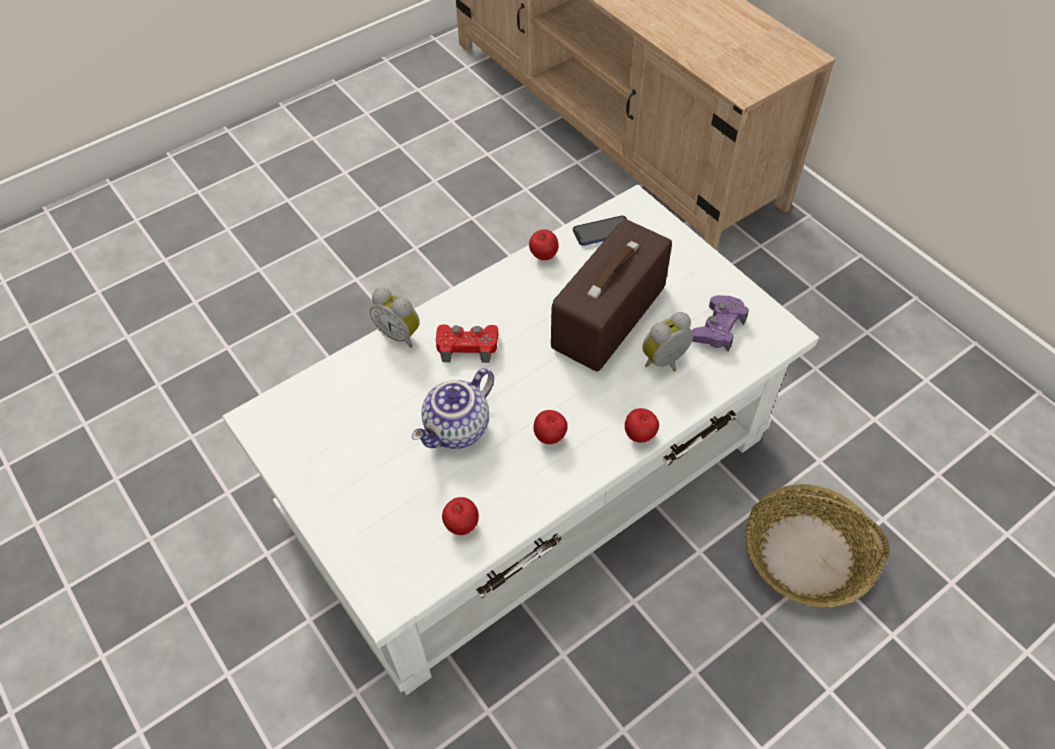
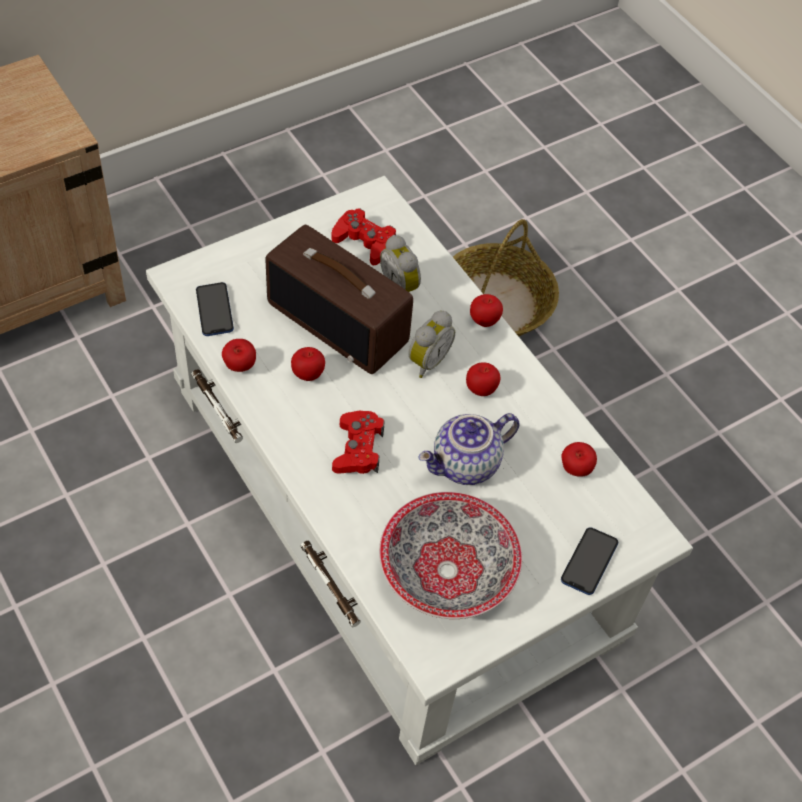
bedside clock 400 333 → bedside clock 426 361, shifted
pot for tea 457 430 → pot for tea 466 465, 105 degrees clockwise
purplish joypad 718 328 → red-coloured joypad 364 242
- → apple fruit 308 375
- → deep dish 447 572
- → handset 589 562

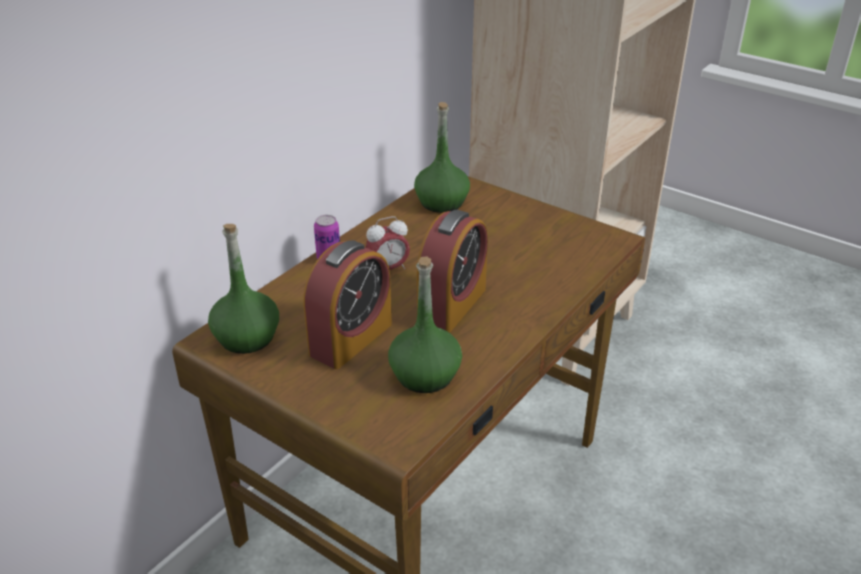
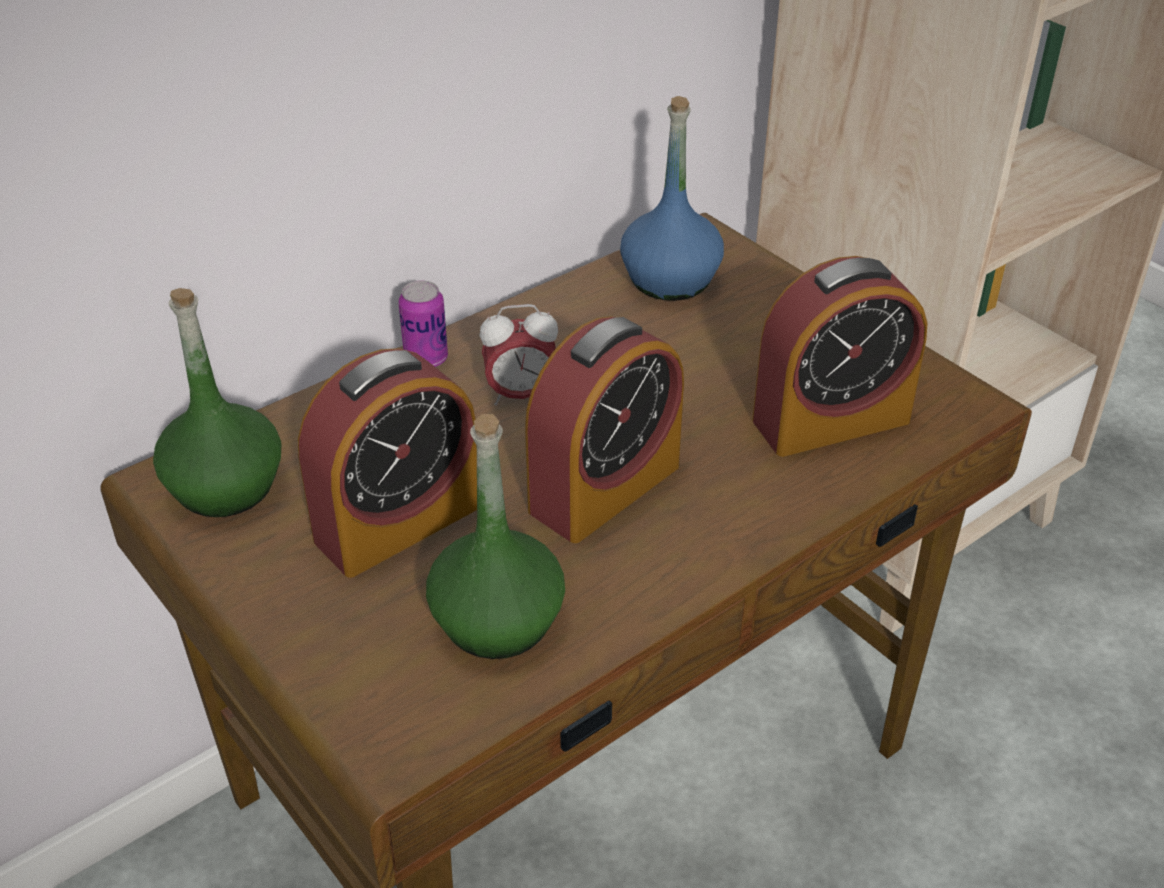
greenish bottle 442 202 → bluish bottle 671 280
- → bedside clock 831 420

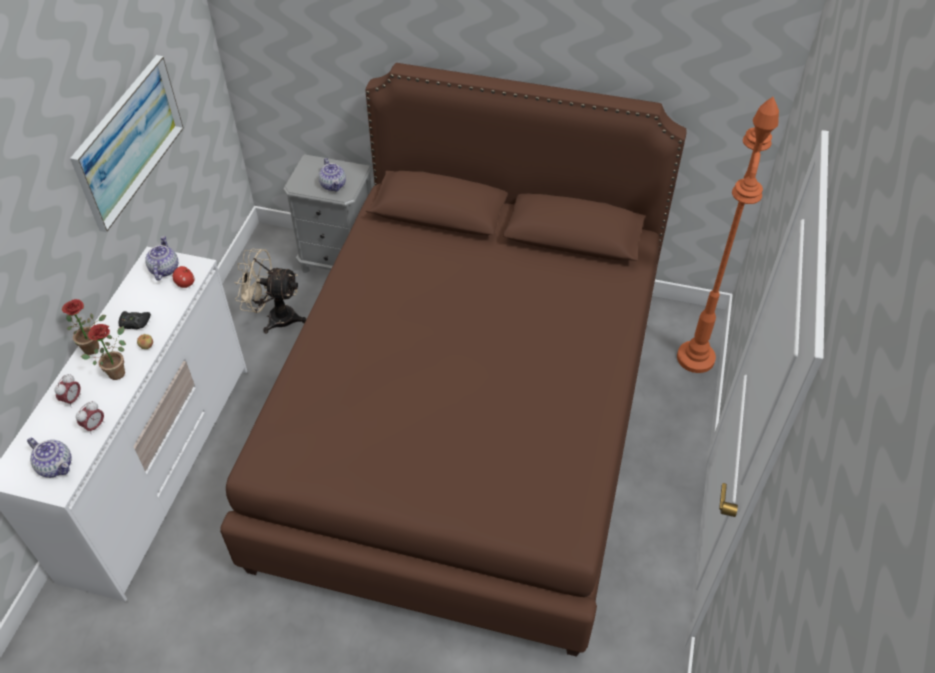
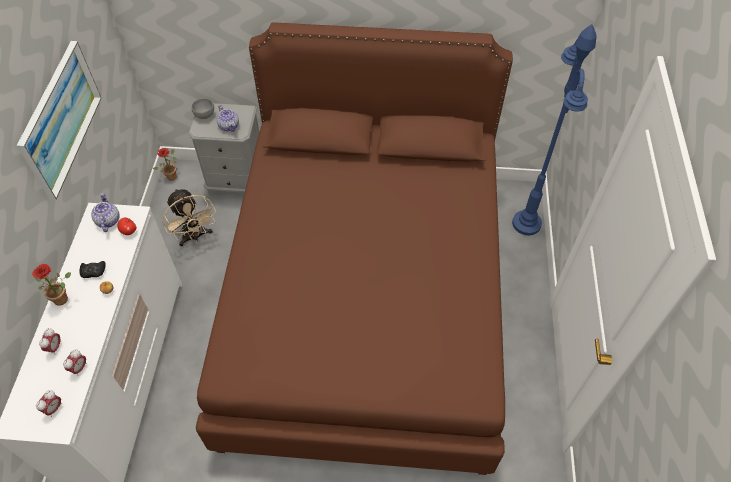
pot for tea 56 466 → bedside clock 54 408
potted plant 118 370 → potted plant 172 175, shifted
sand-coloured electric fan 274 317 → sand-coloured electric fan 195 236, 120 degrees counterclockwise
orange-coloured standard lamp 695 357 → bluish standard lamp 526 223
- → greyish deep dish 205 115

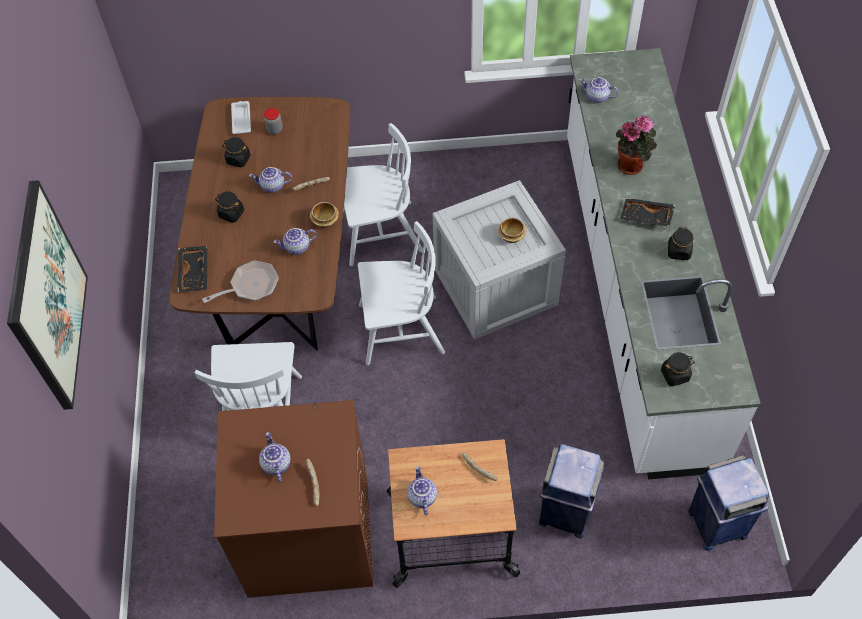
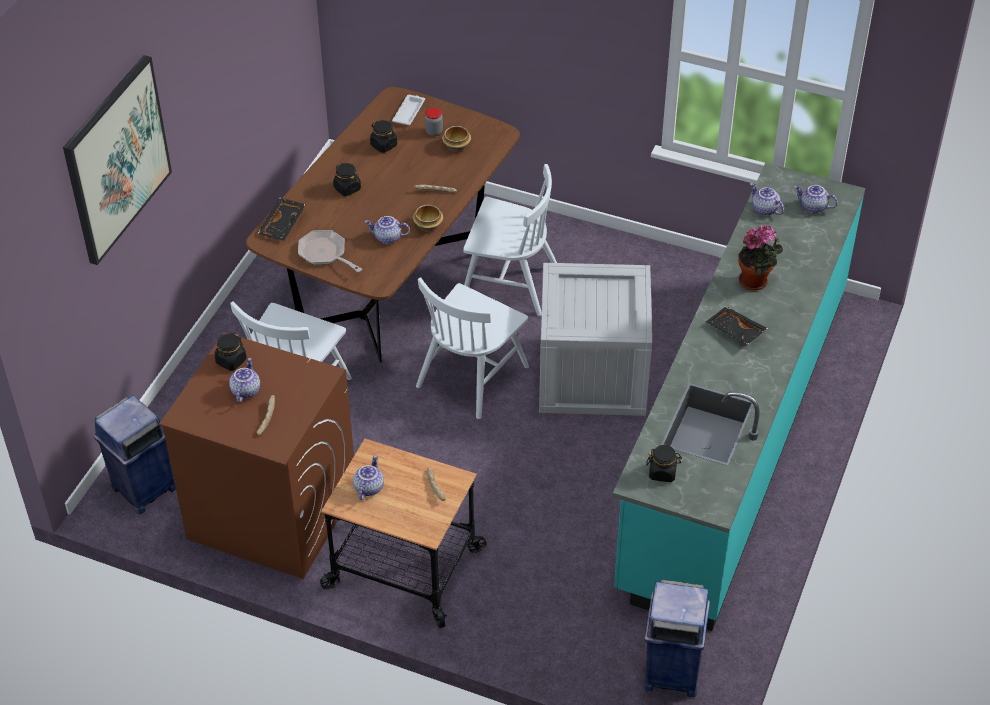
skillet 251 286 → skillet 325 254, 135 degrees counterclockwise
pot for tea 272 186 → pot for tea 813 207, shifted
whitish plain chair 400 329 → whitish plain chair 472 376, 105 degrees clockwise
deep dish 512 236 → deep dish 457 146, shifted
bluish trash can 565 512 → bluish trash can 143 489, shifted
whitish counter 634 293 → turquoise-coloured counter 733 436
black-coloured jar 679 252 → black-coloured jar 231 361, shifted

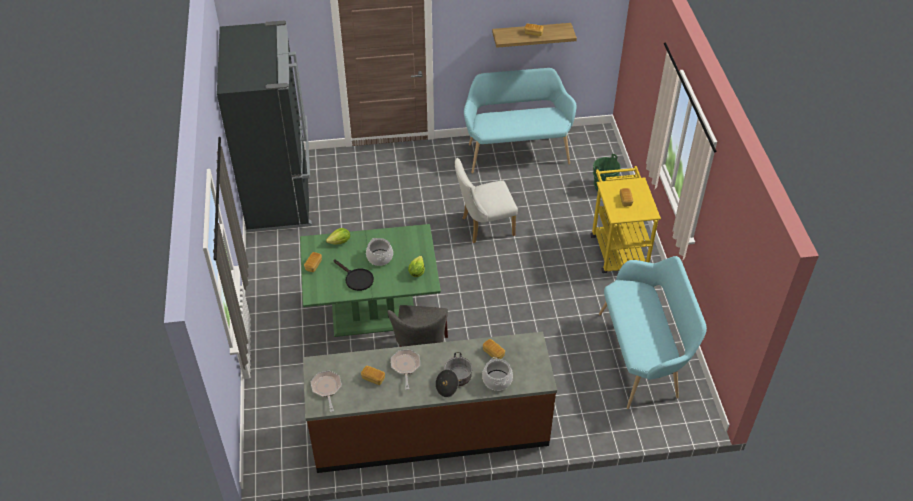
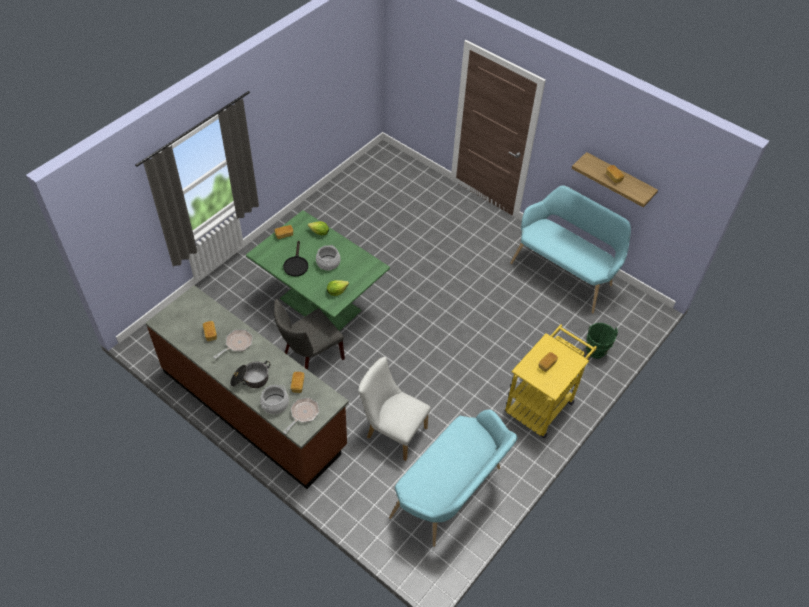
black-coloured refrigerator 280 195 → -
skillet 327 388 → skillet 303 414, shifted
whitish plain chair 483 227 → whitish plain chair 392 431, shifted

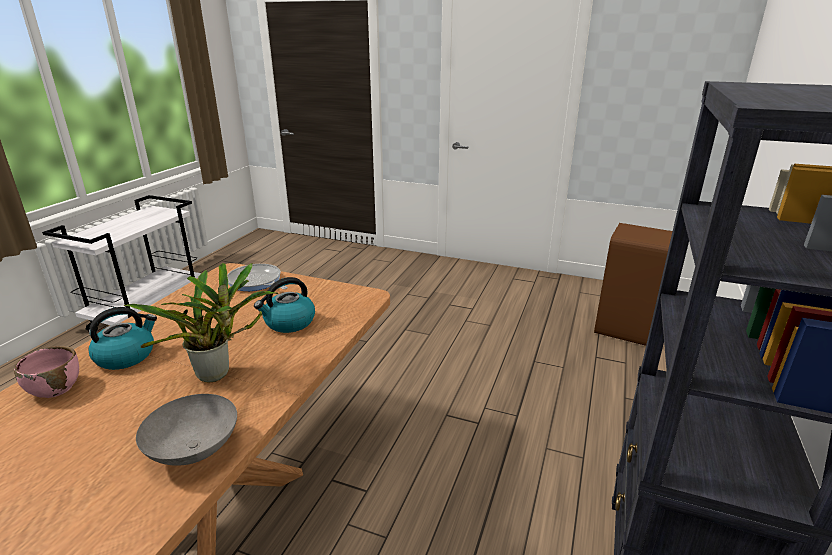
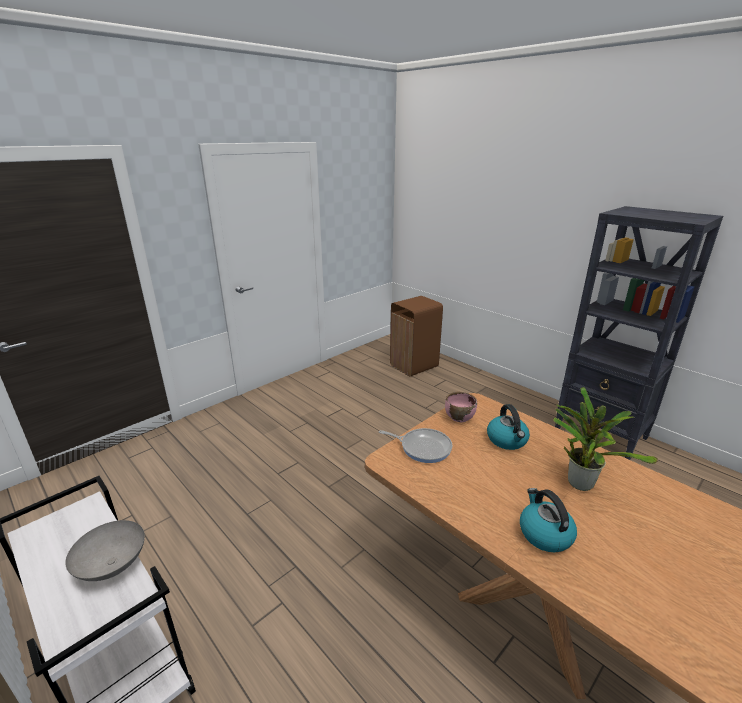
pink deep dish 55 388 → pink deep dish 459 417, shifted
greyish deep dish 194 449 → greyish deep dish 111 565, shifted
skillet 256 282 → skillet 423 447, 135 degrees counterclockwise

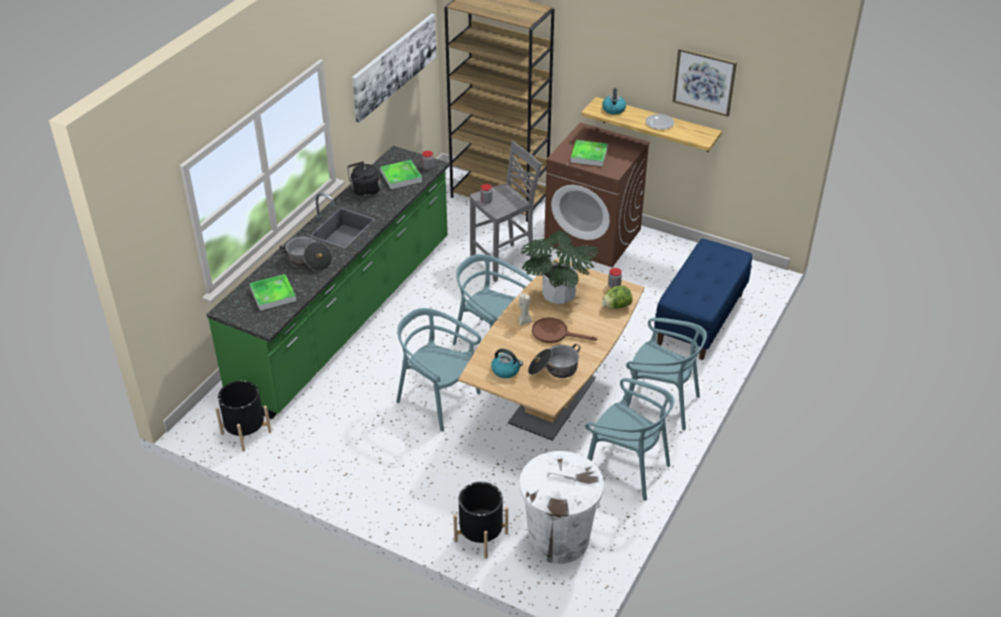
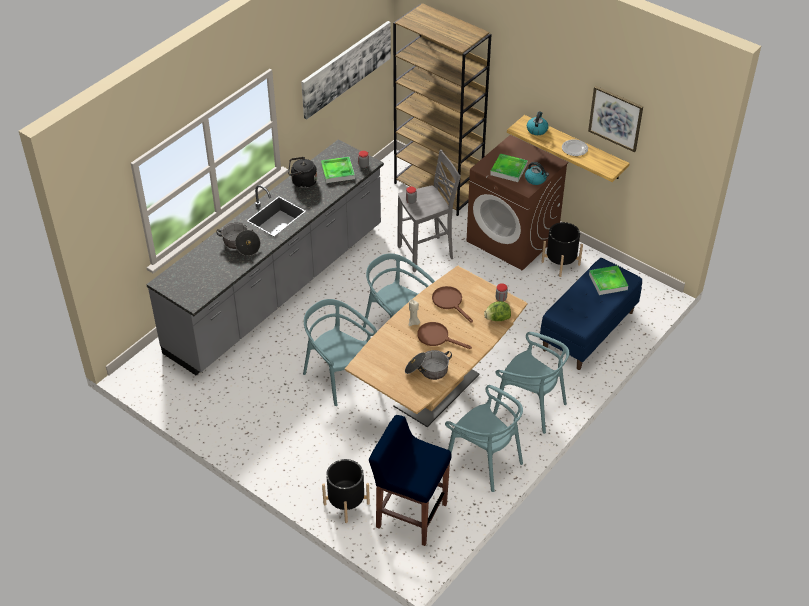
greenish counter 346 317 → greyish counter 277 289
black-coloured flower pot 246 433 → black-coloured flower pot 560 263, shifted
tray 273 294 → tray 608 282, shifted
water kettle 506 370 → water kettle 536 179, shifted
whitish trash can 558 539 → bluish sitting stool 410 515
potted plant 559 296 → brown skillet 450 302

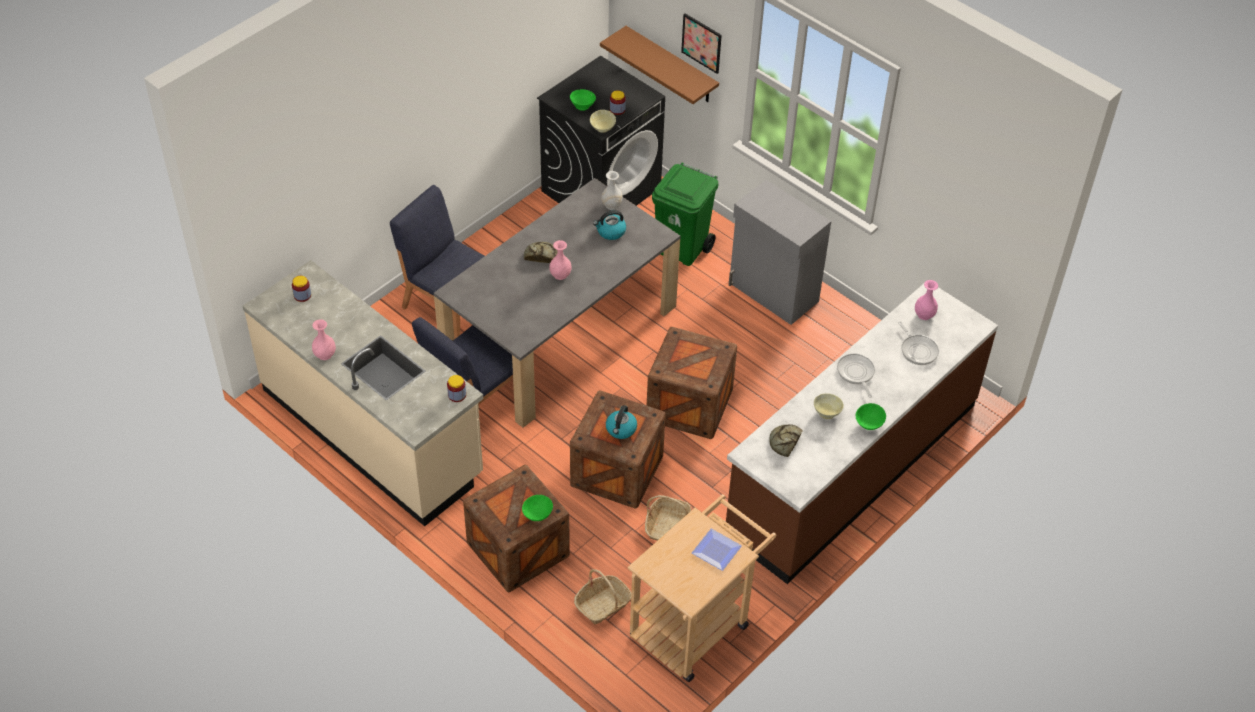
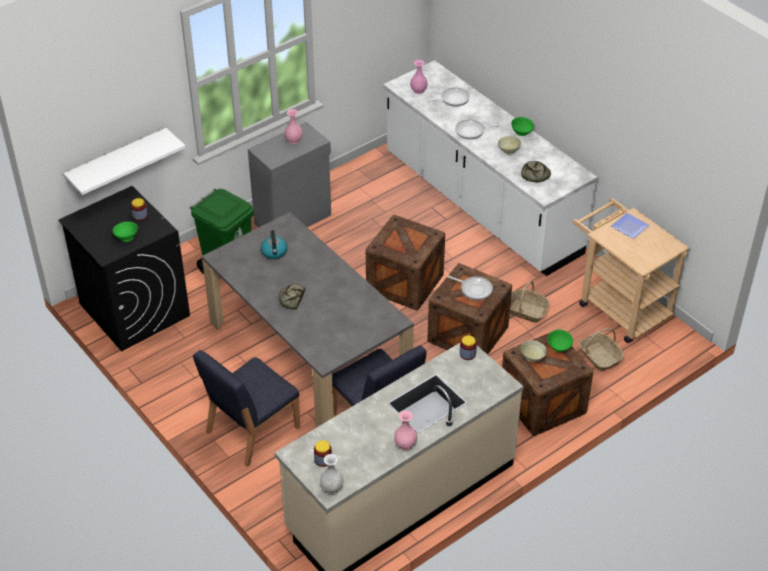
pink flower vase 560 275 → pink flower vase 294 140, shifted
sand-coloured deep dish 602 128 → sand-coloured deep dish 532 358, shifted
brown shelf 671 66 → whitish shelf 117 161
whitish flower vase 611 205 → whitish flower vase 332 488, shifted
water kettle 621 429 → skillet 474 289
picture 701 43 → -
brown counter 851 467 → whitish counter 481 205

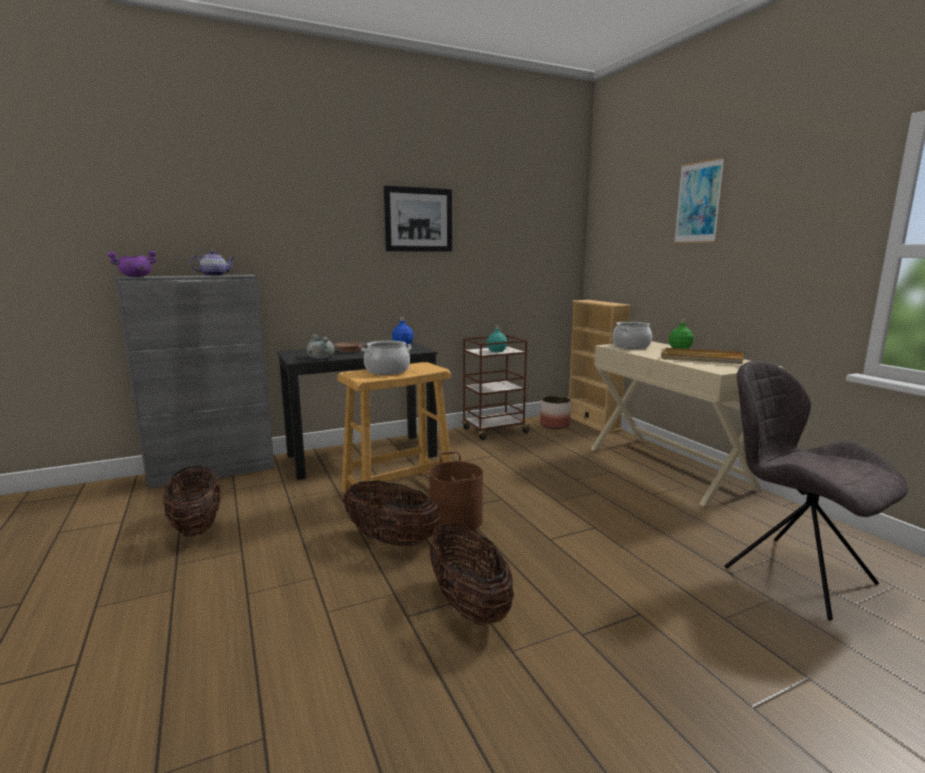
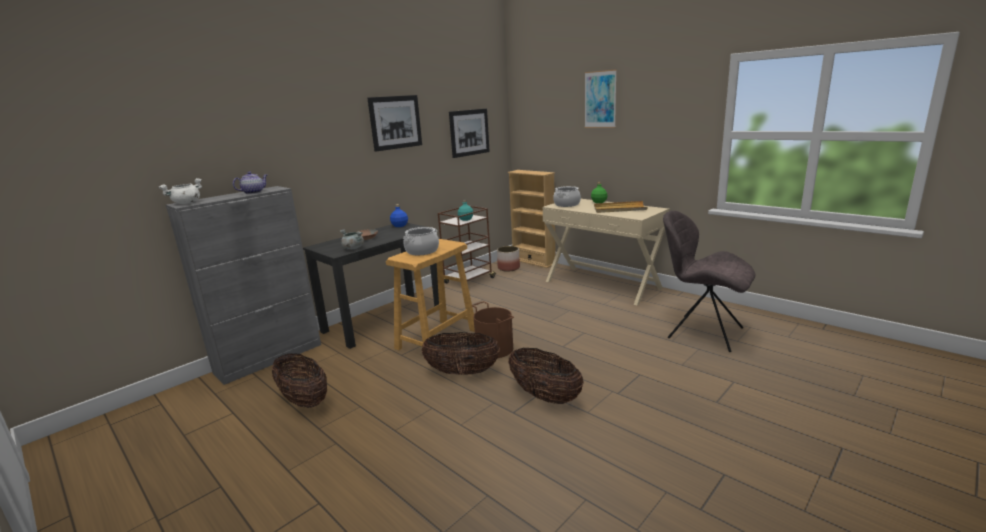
purplish cooking pot 135 276 → whitish cooking pot 186 203
- → picture 469 132

